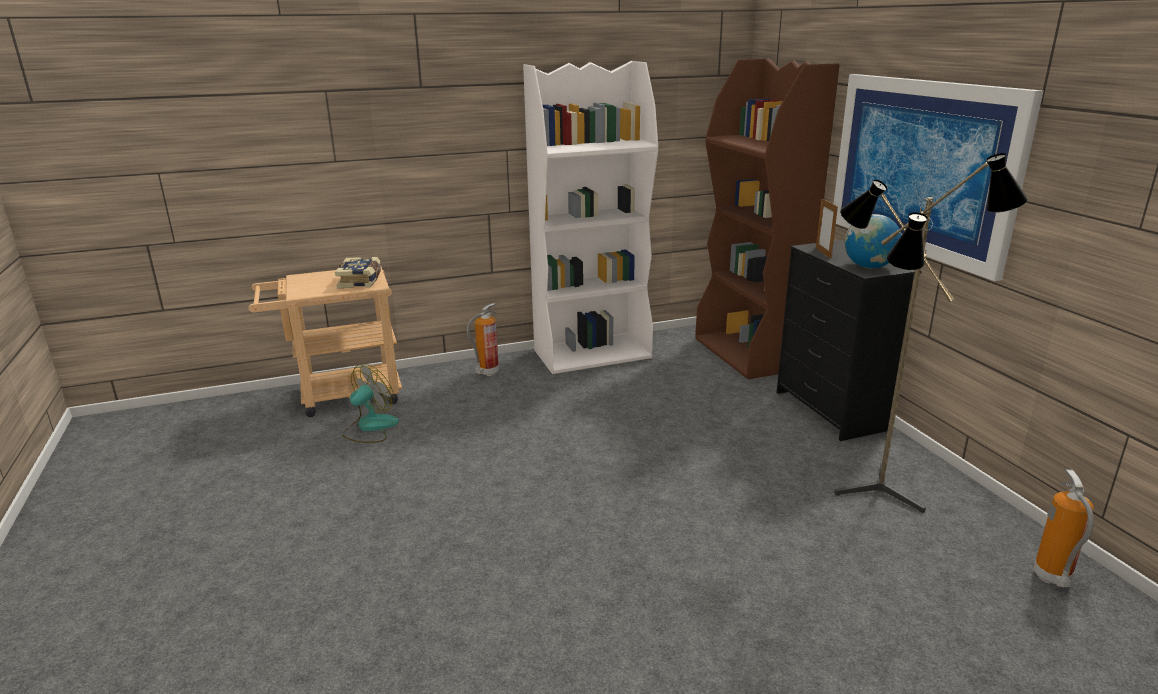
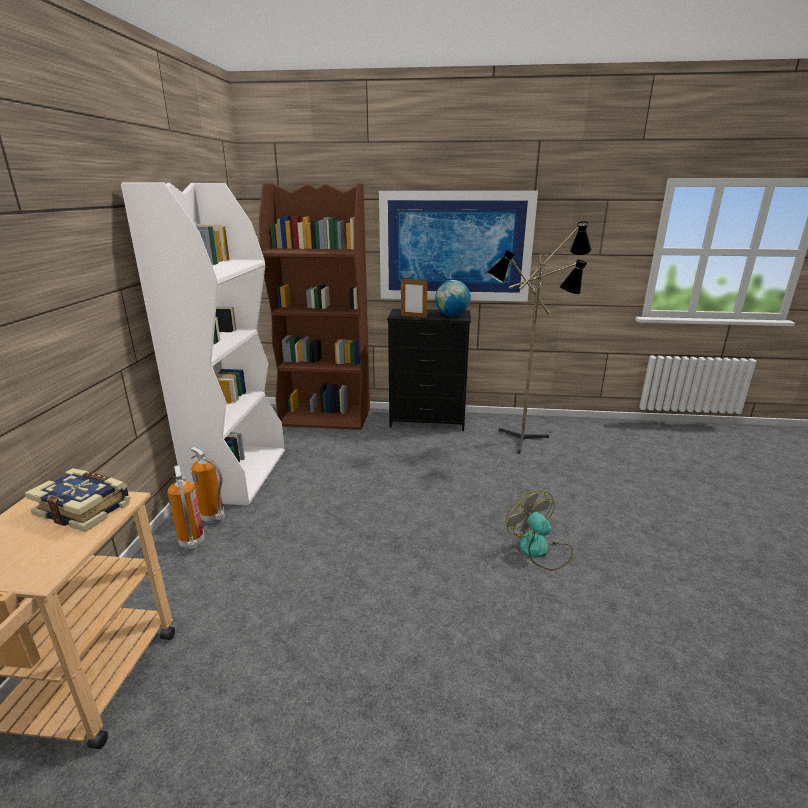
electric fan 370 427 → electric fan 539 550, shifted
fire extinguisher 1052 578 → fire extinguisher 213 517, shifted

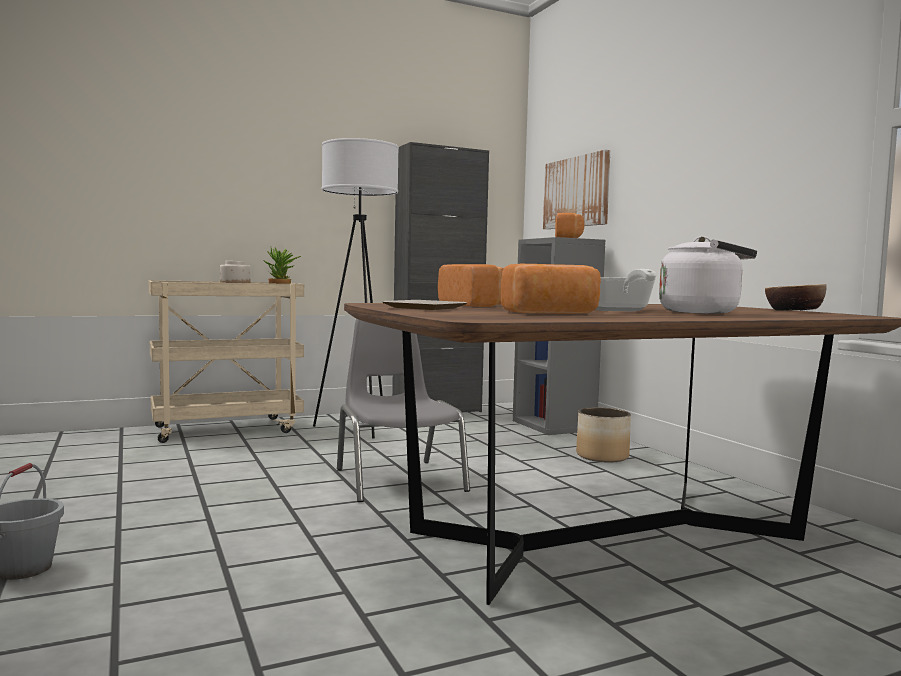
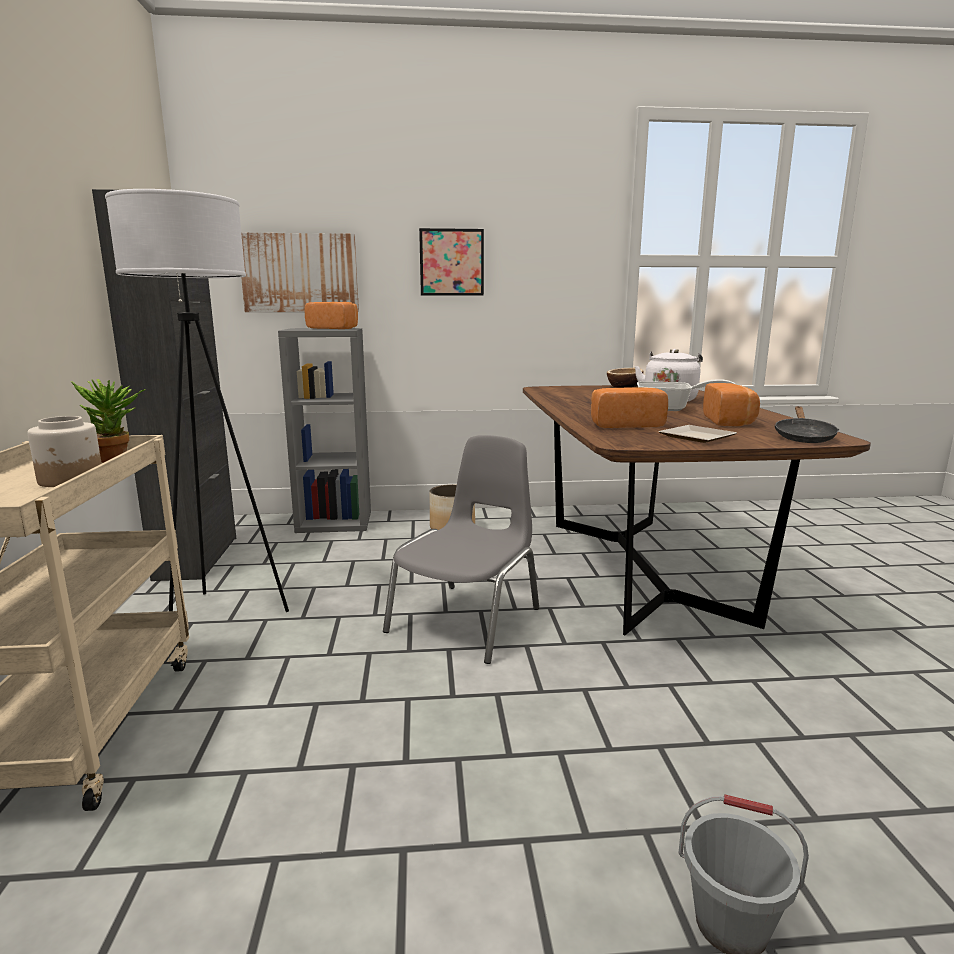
greyish plain chair 398 479 → greyish plain chair 467 620, 120 degrees clockwise
- → picture 451 262
- → black-coloured skillet 803 437

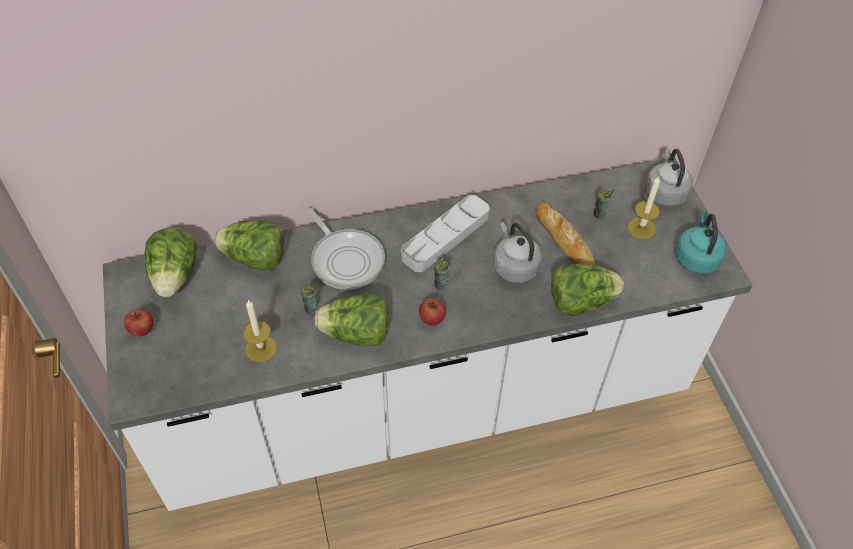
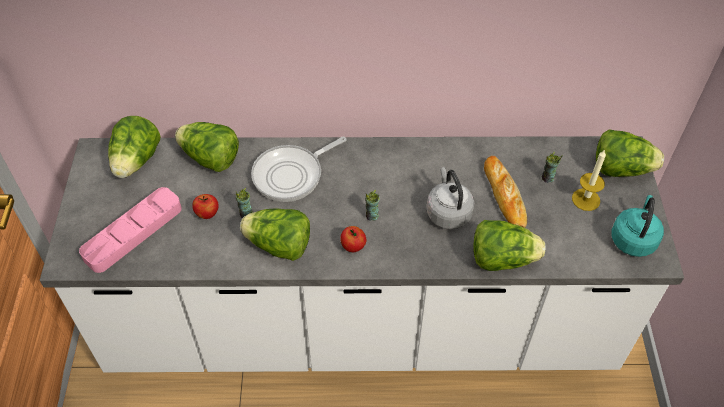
apple fruit 142 330 → apple fruit 207 214, shifted
wax light 261 349 → -
skillet 345 259 → skillet 291 175, 75 degrees clockwise
greyish tray 445 237 → -
greyish water kettle 664 192 → head of lettuce 621 169
- → pink tray 133 233

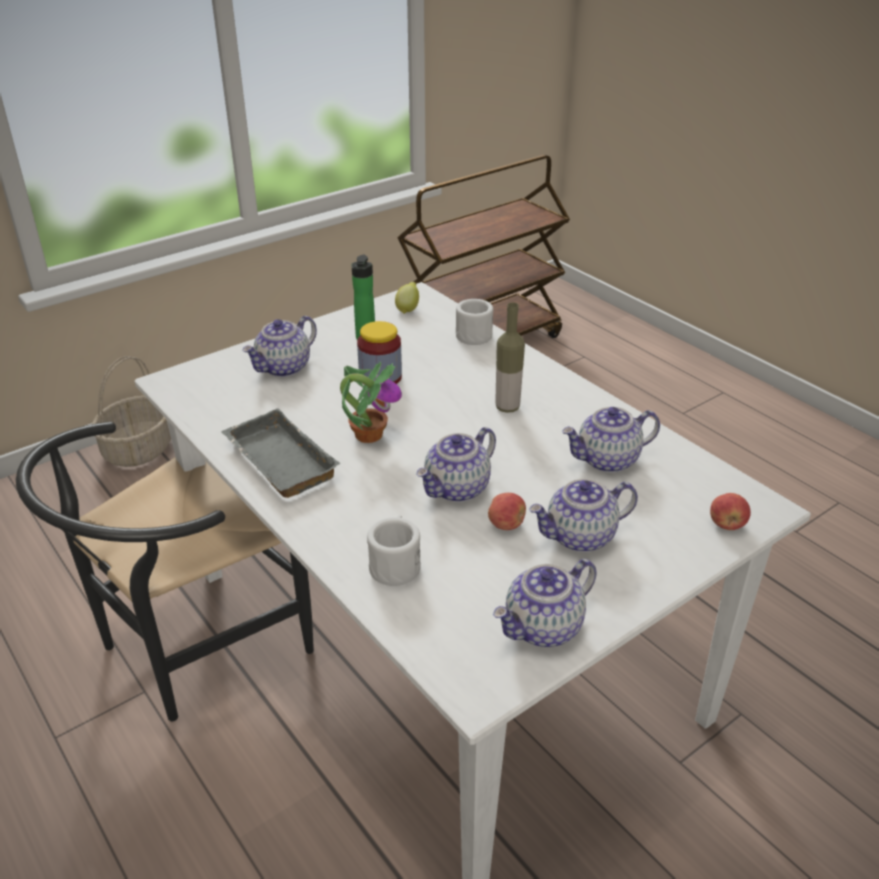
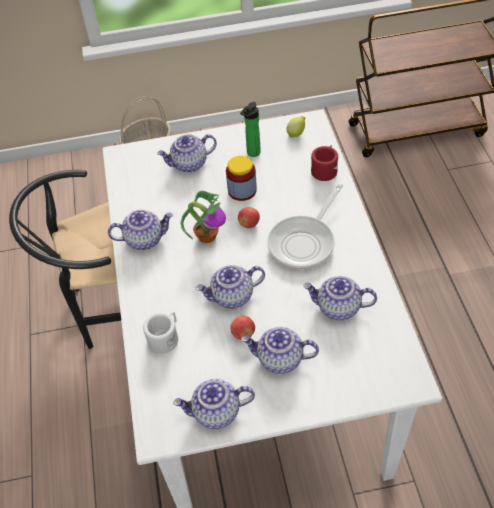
greyish tray 276 461 → pot for tea 144 239
whitish coffee mug 473 334 → red-coloured coffee mug 325 170
bottle 507 407 → skillet 304 242
apple fruit 727 524 → apple fruit 249 224, shifted

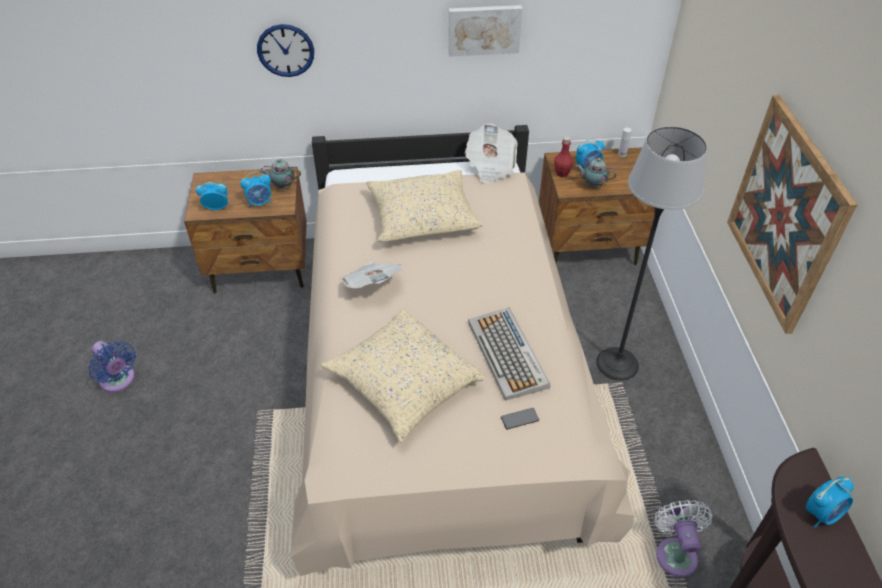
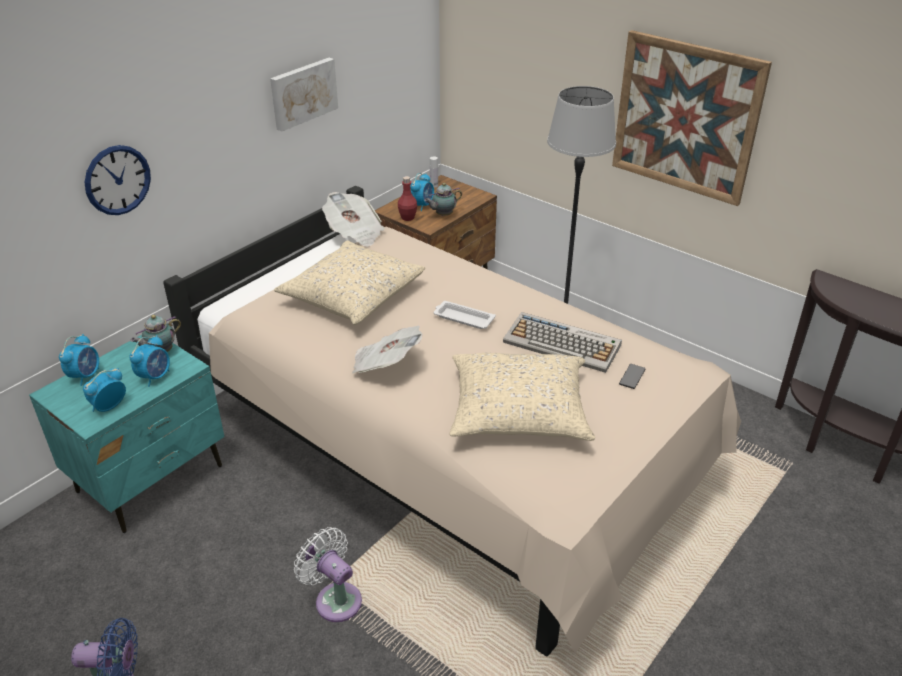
brown bedside table 261 268 → turquoise-coloured bedside table 151 478
whitish electric fan 675 552 → whitish electric fan 335 599, shifted
bedside clock 821 513 → bedside clock 85 375, shifted
- → whitish tray 463 318

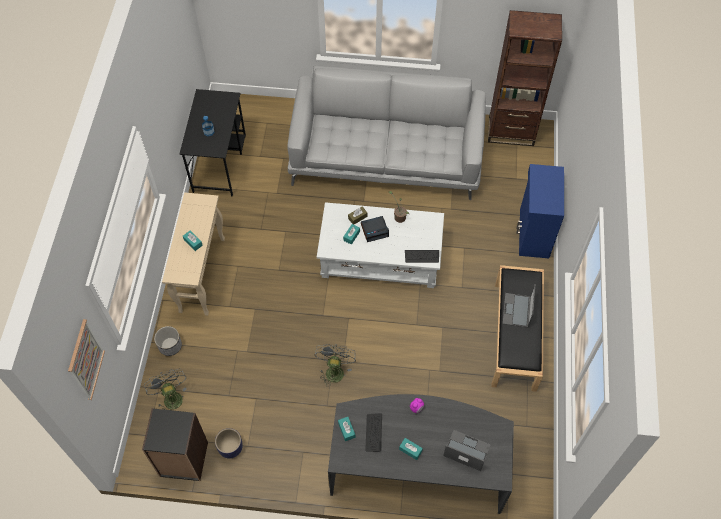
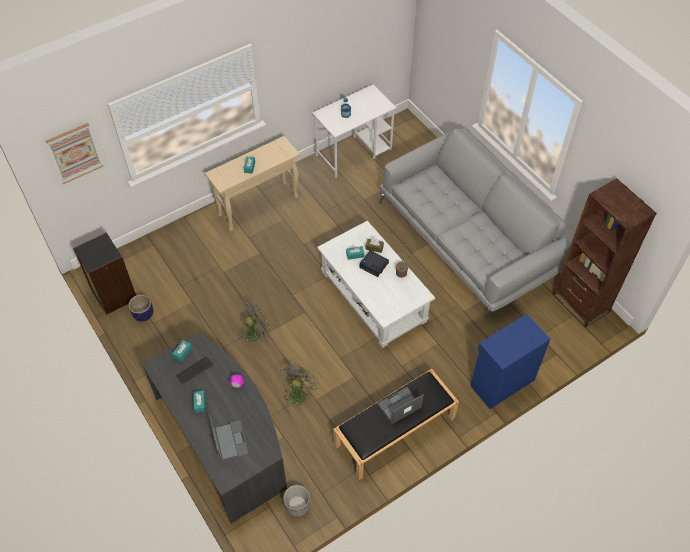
greyish electric fan 171 397 → greyish electric fan 298 393, shifted
flower pot 170 346 → flower pot 297 505, shifted
black-coloured desk 219 163 → whitish desk 354 152
PC keyboard 421 256 → -

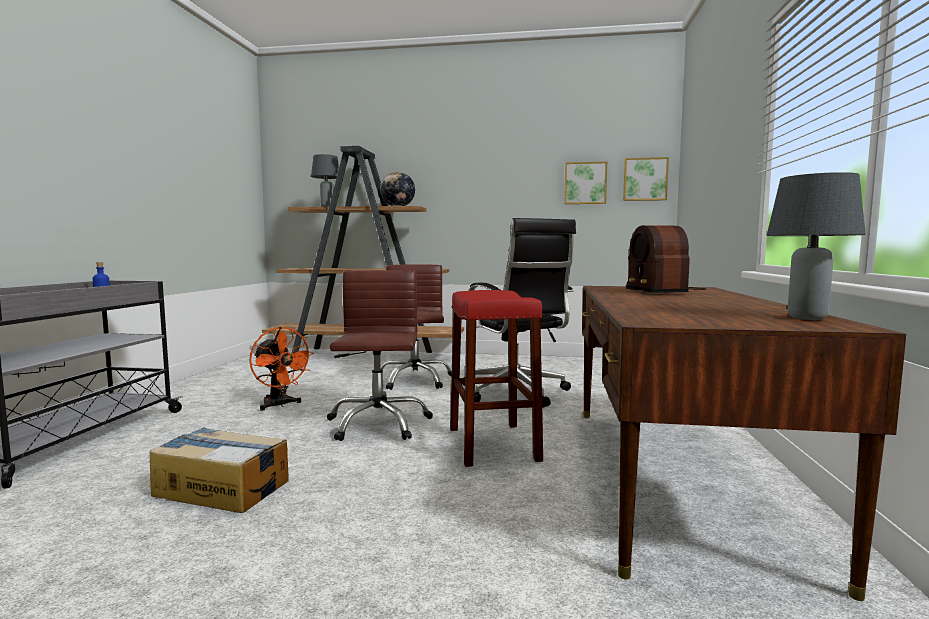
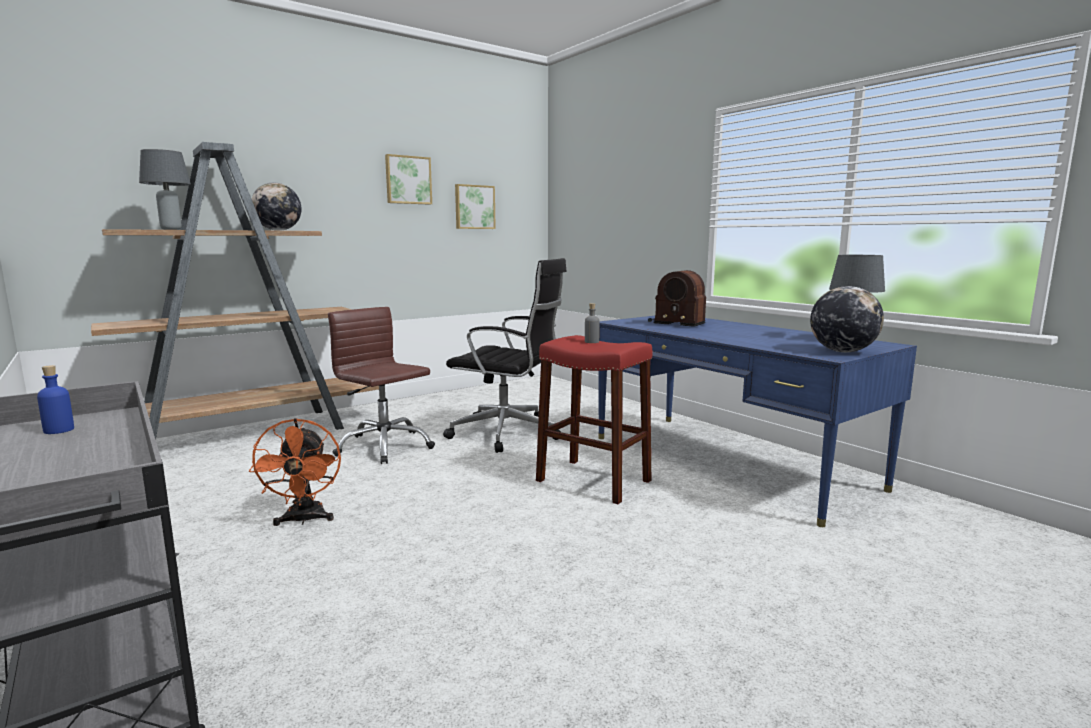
cardboard box 222 488 → -
orange-coloured electric fan 279 405 → orange-coloured electric fan 304 520, 75 degrees clockwise
brown office chair 377 424 → -
brown desk 675 476 → bluish desk 727 461
picture 645 179 → picture 408 180, shifted
- → greyish bottle 591 342
- → desk globe 842 351

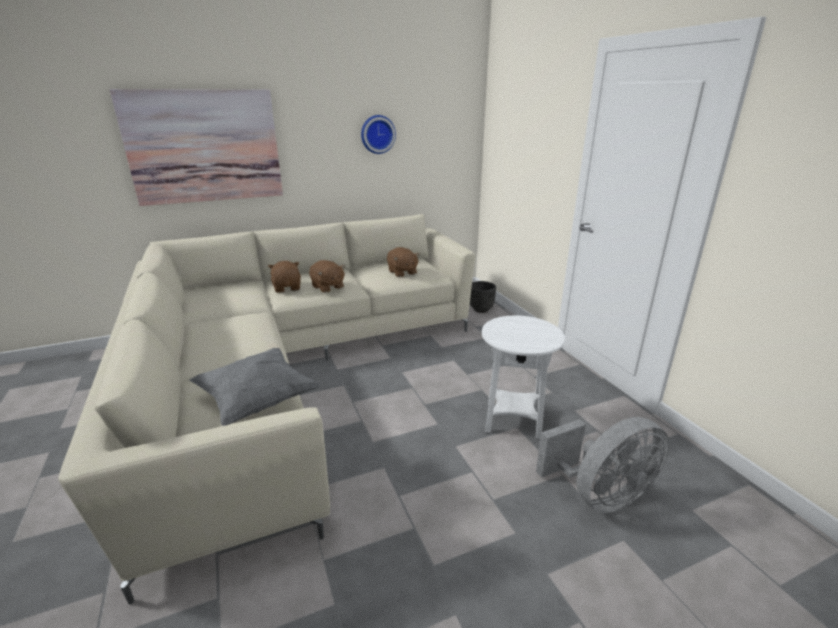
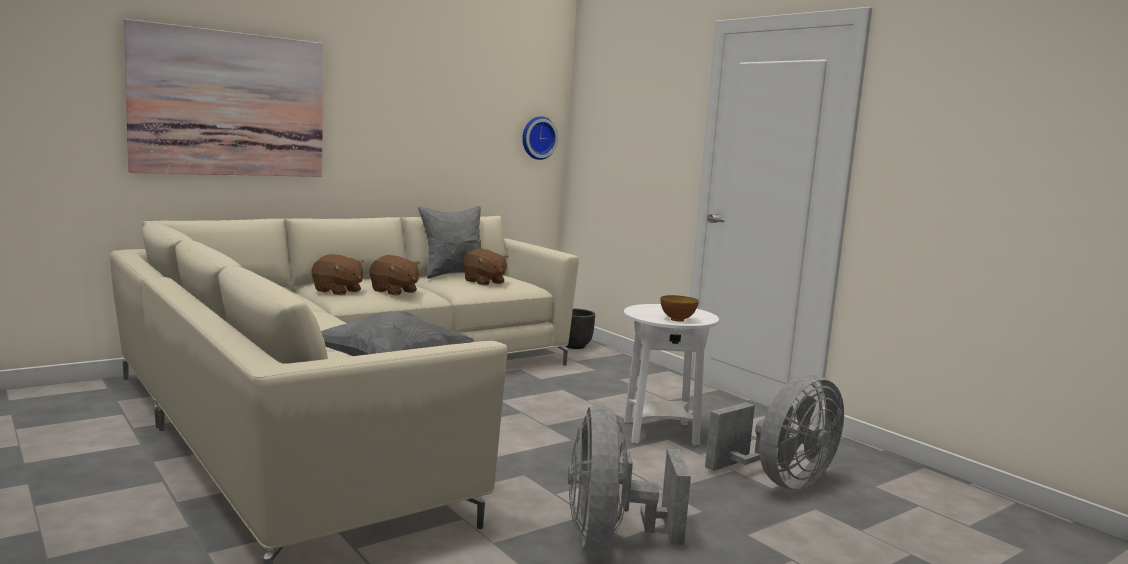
brown soft toy 287 288 → brown soft toy 337 291, 150 degrees clockwise
wall clock 377 134 → wall clock 537 138, shifted
- → greyish cushion 453 275
- → greyish electric fan 610 540
- → deep dish 677 320

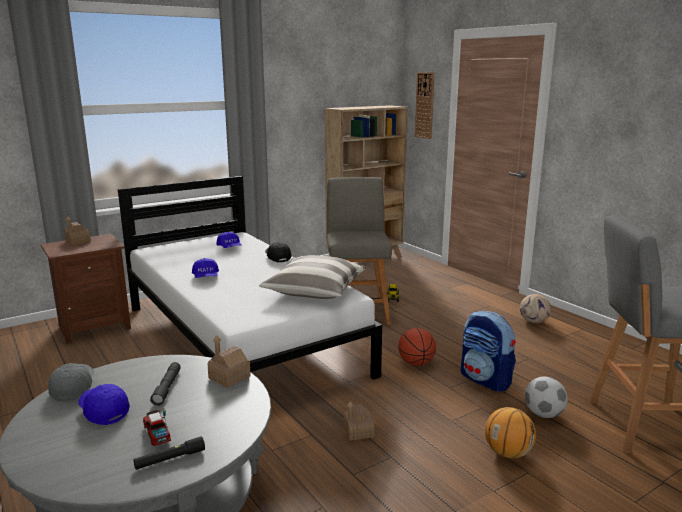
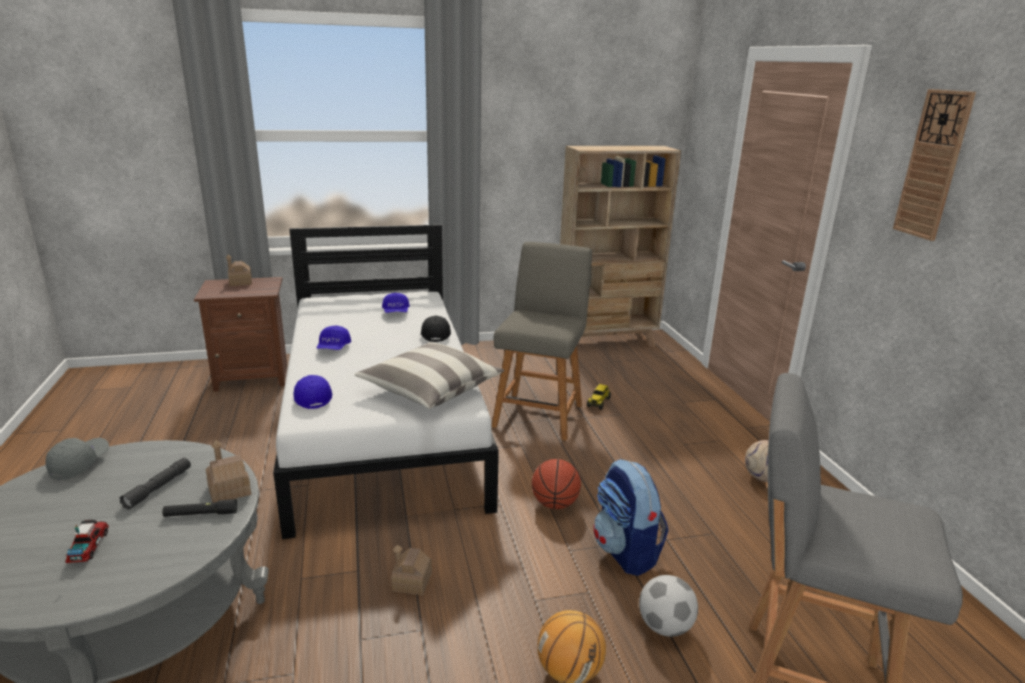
bluish baseball cap 103 411 → bluish baseball cap 312 397, shifted
black-coloured torch 170 459 → black-coloured torch 201 514, shifted
wall clock 425 105 → wall clock 933 165, shifted

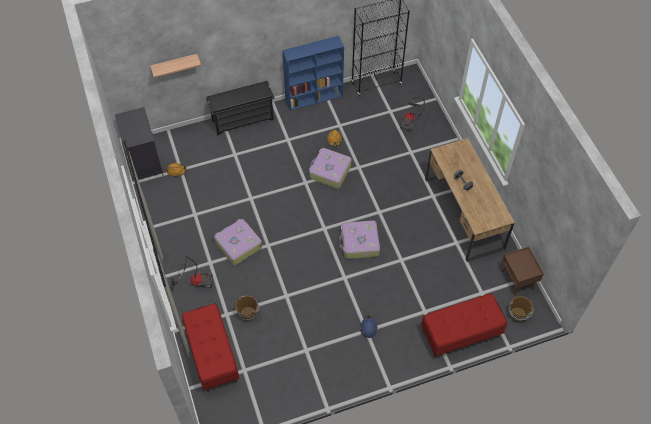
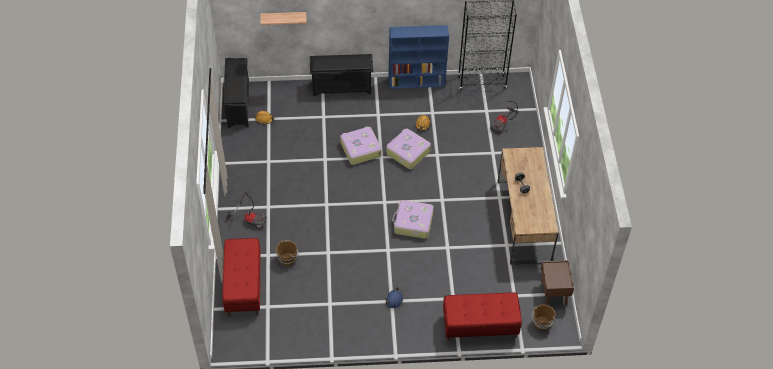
black-coloured cupboard 145 162 → black-coloured shoe stand 238 104
travel case 238 245 → travel case 360 149, shifted

